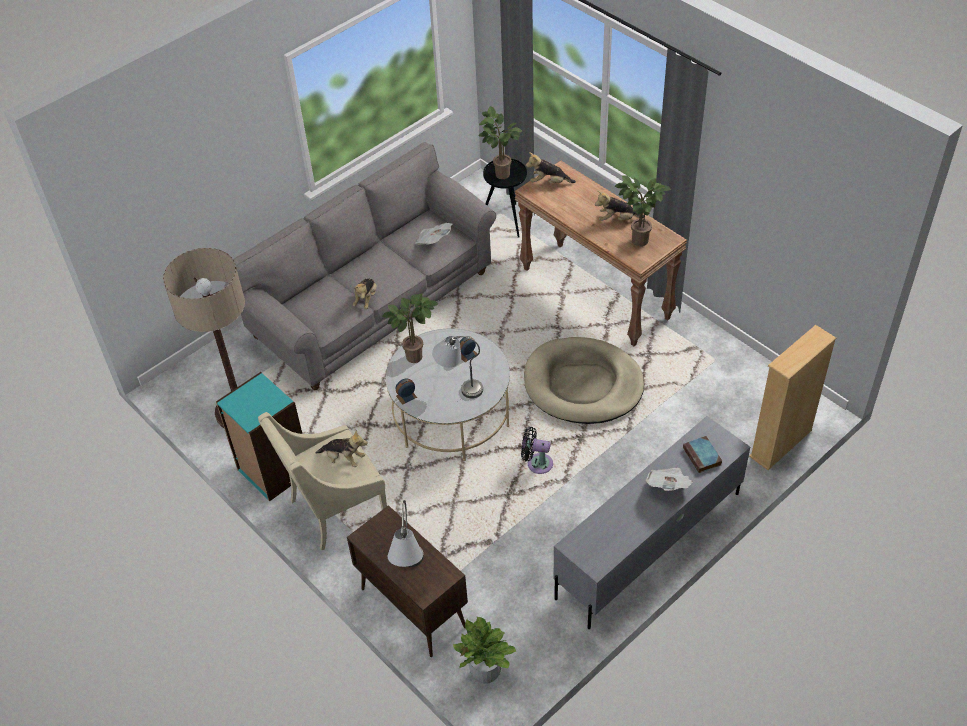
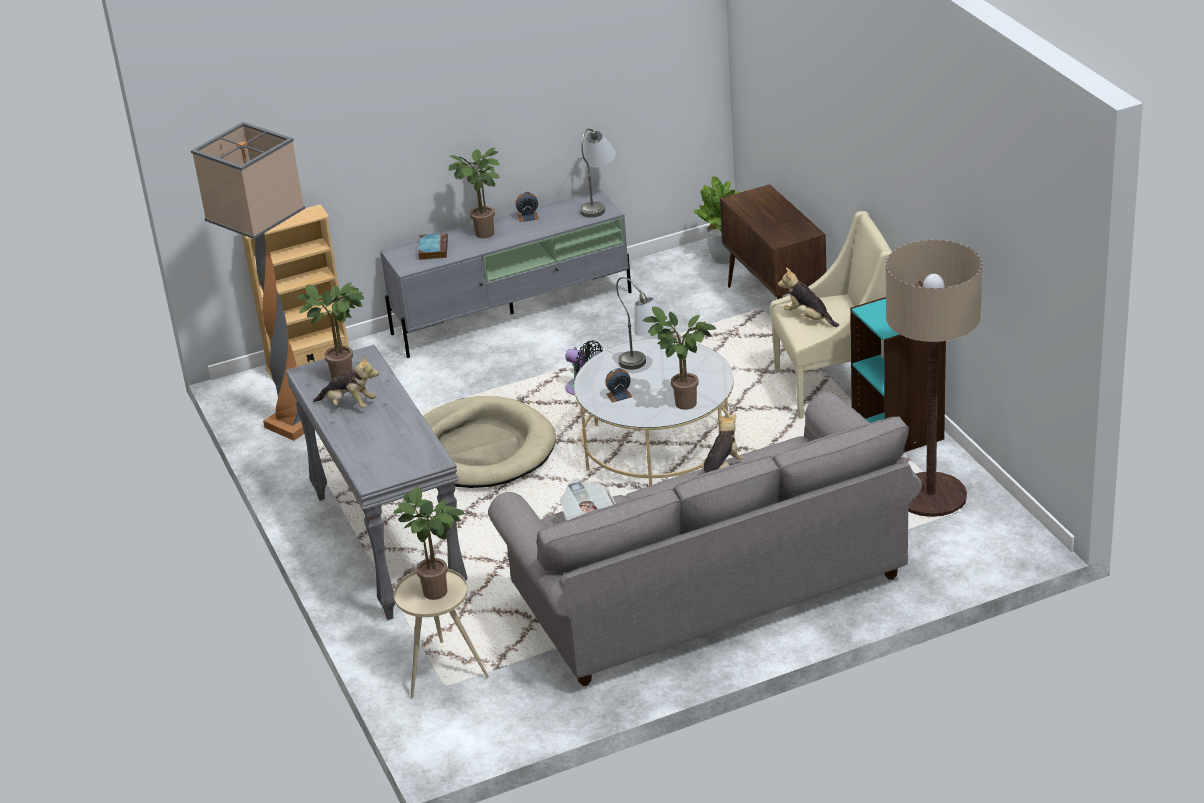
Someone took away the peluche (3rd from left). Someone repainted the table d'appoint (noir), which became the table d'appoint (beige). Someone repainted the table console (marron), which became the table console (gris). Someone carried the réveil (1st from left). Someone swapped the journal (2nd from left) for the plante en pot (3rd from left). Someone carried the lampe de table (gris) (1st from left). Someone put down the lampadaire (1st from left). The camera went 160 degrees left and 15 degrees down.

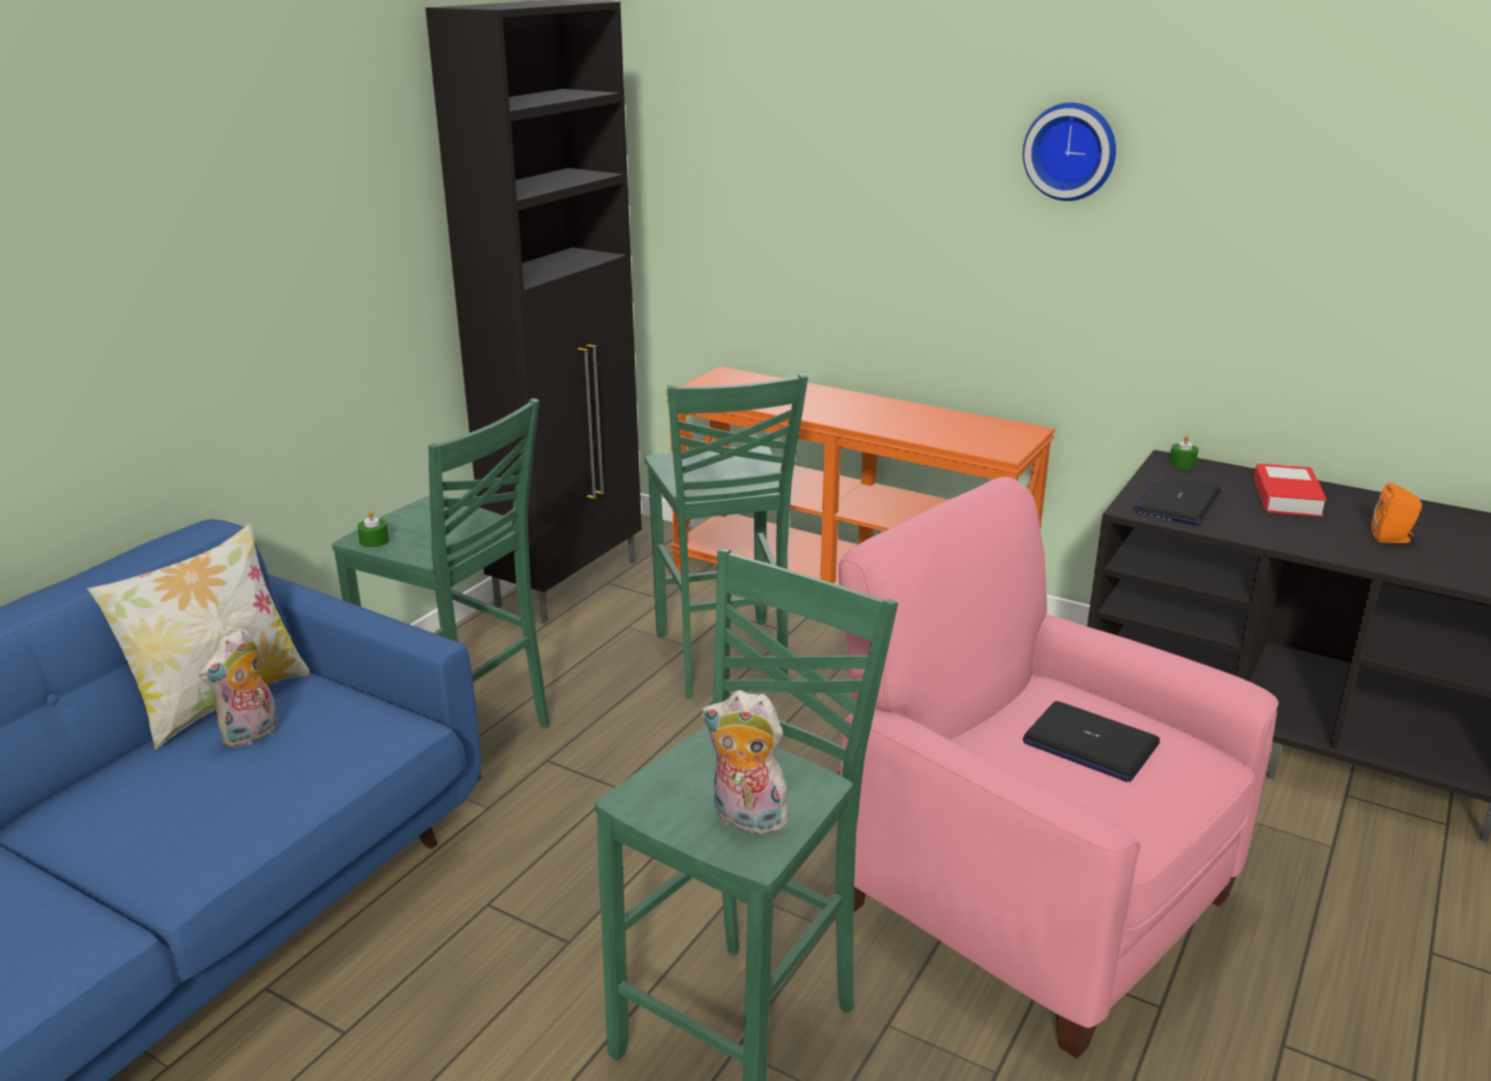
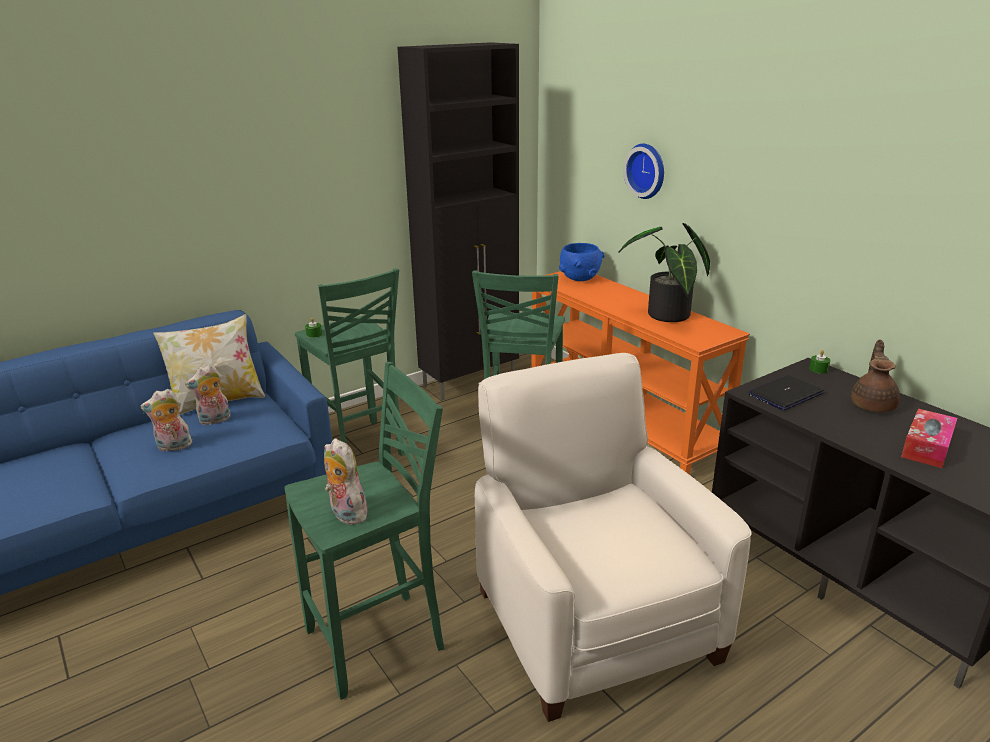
Someone carried the horloge murale. Someone swapped the livre for the théière (marron). Someone repainted the fauteuil (rose), which became the fauteuil (blanc). Someone swapped the enceinte (orange) for the boîte à mouchoirs. Someone took away the ordinateur portable (1st from left). Someone put down the plante en pot. Someone put down the bol (bleu). Someone put down the peluche (1st from left). The camera went 25 degrees right and 0 degrees up.

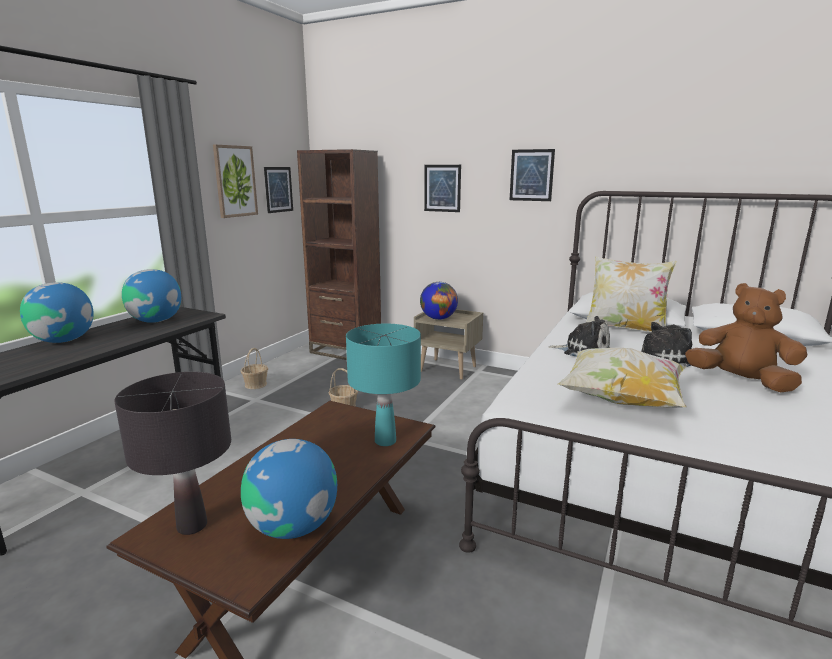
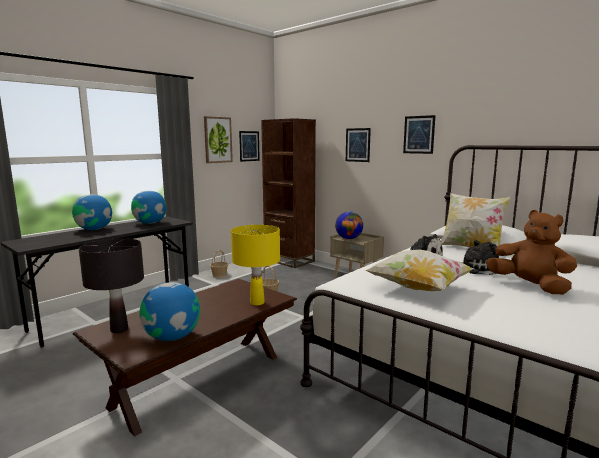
Someone repainted the lampe de table (turquoise), which became the lampe de table (jaune). The camera went 15 degrees right and 5 degrees down.

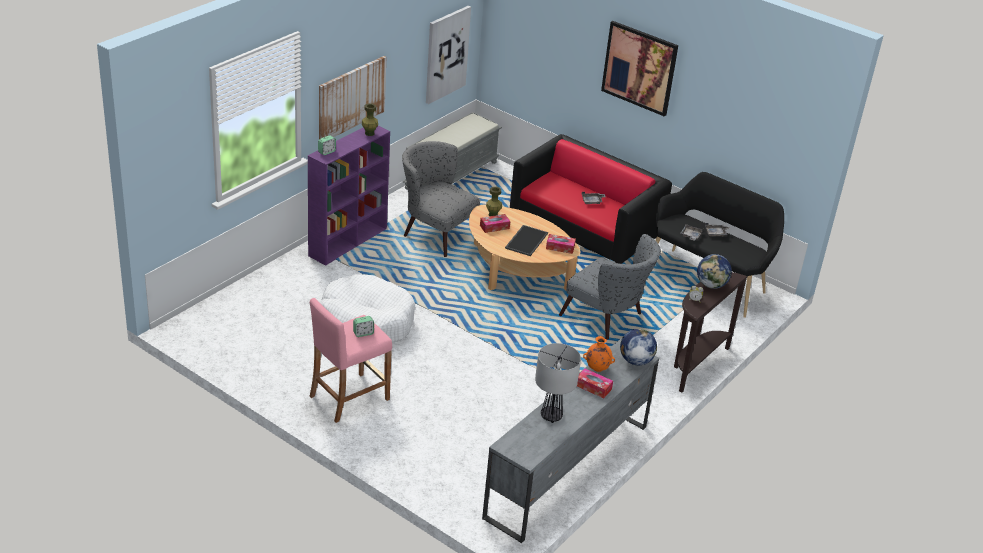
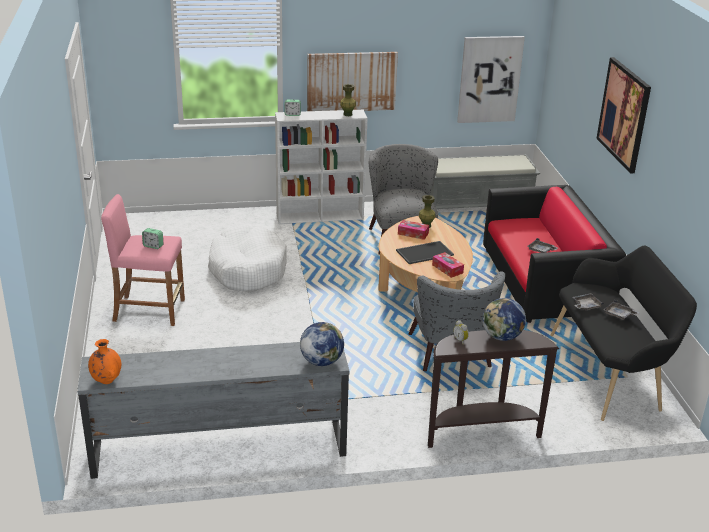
Someone repainted the bibliothèque (violet), which became the bibliothèque (blanc). Someone carried the vase (orange). Someone took away the lampe de table. Someone took away the boîte à mouchoirs (3rd from left). The camera went 45 degrees right and 5 degrees down.

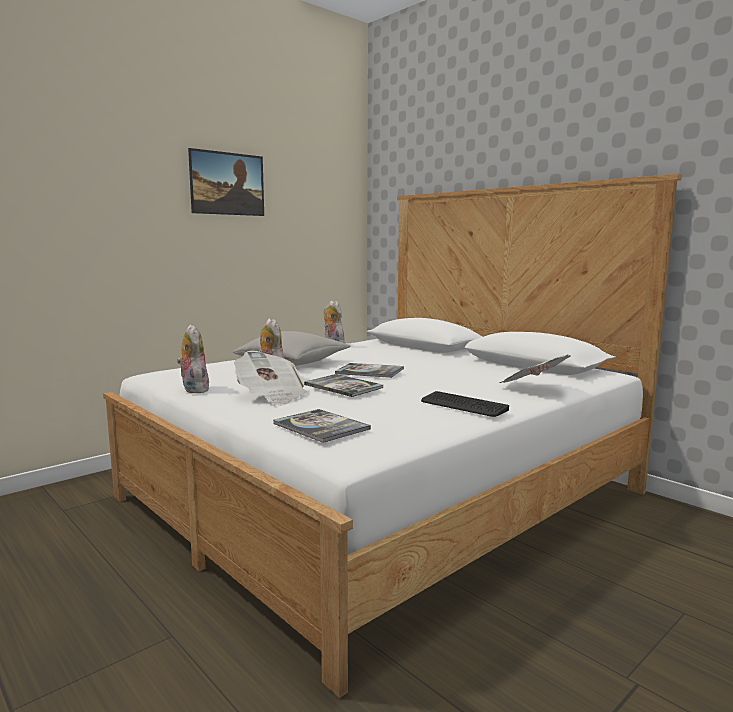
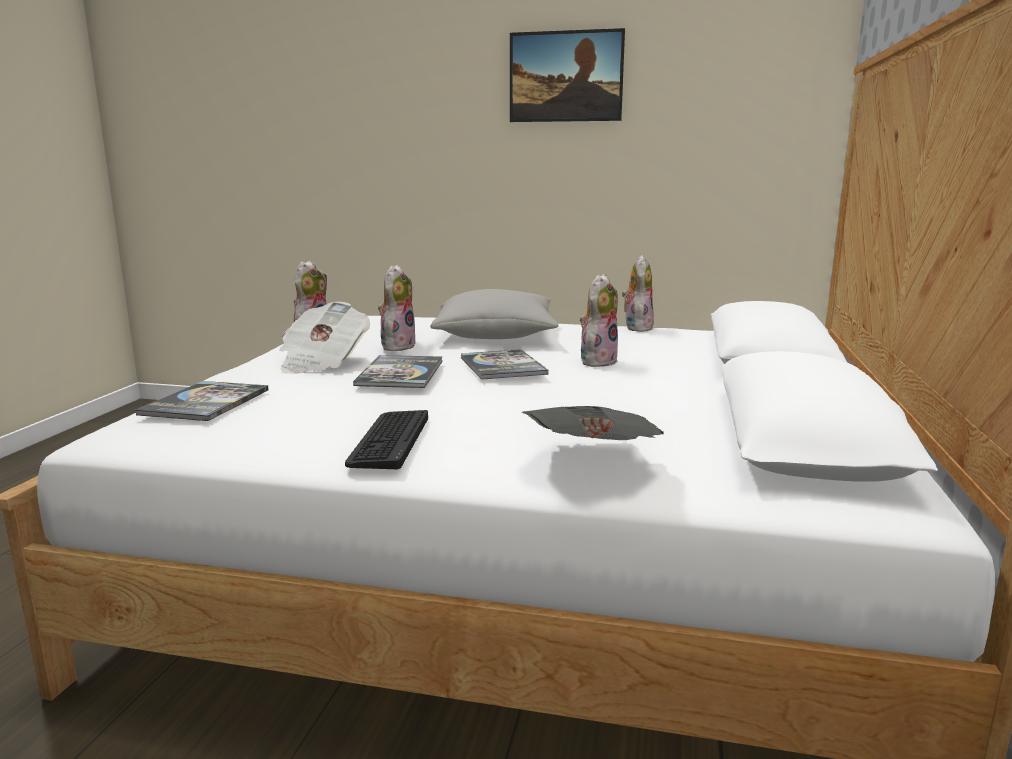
Someone put down the peluche (3rd from left). The camera went 55 degrees right and 5 degrees up.

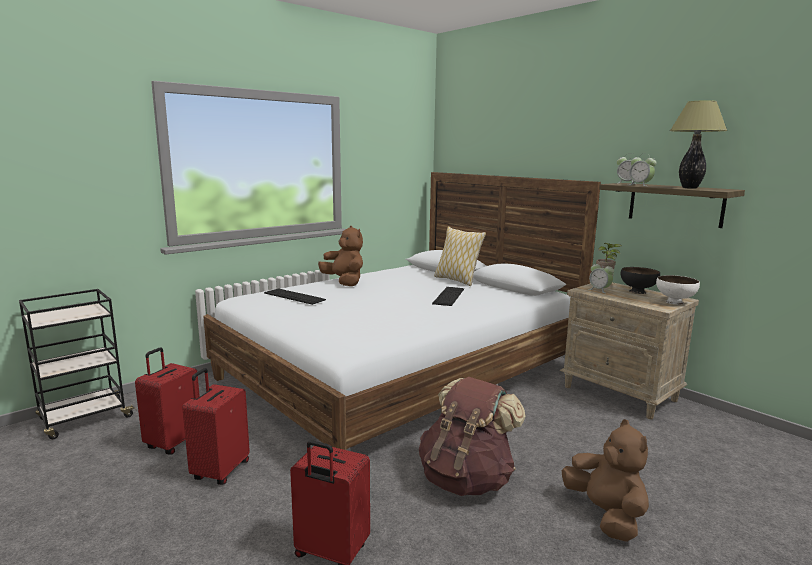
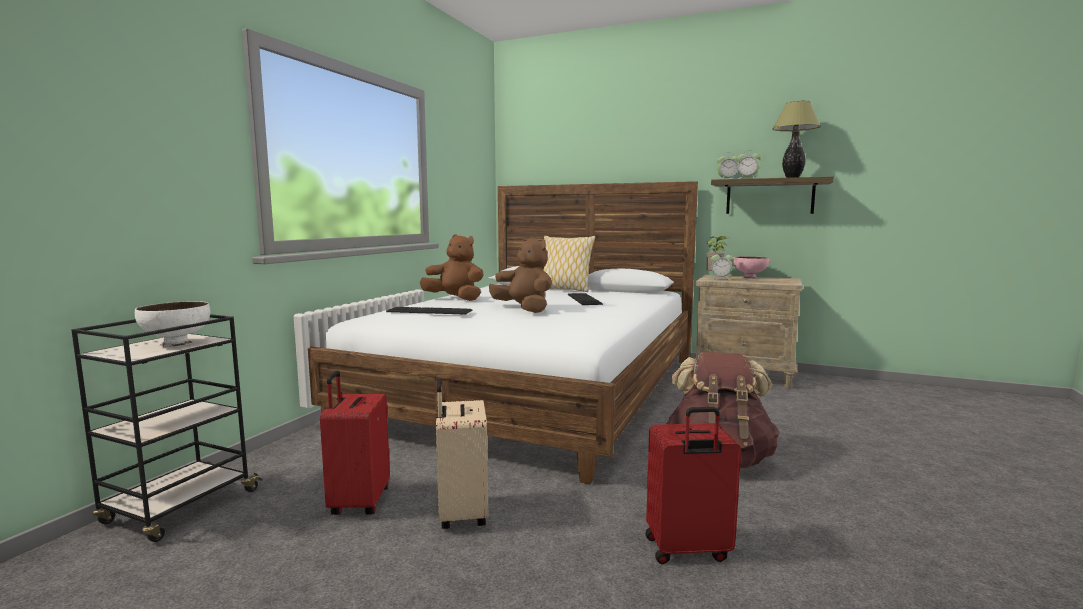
Someone repainted the bol (noir), which became the bol (rose). Someone carried the bol (blanc). Someone repainted the valise (rouge) (2nd from left), which became the valise (beige). Someone carried the peluche (marron) (2nd from left). The camera went 25 degrees left and 5 degrees down.

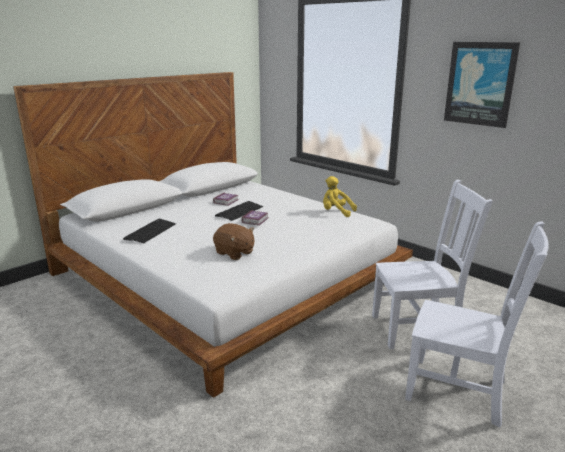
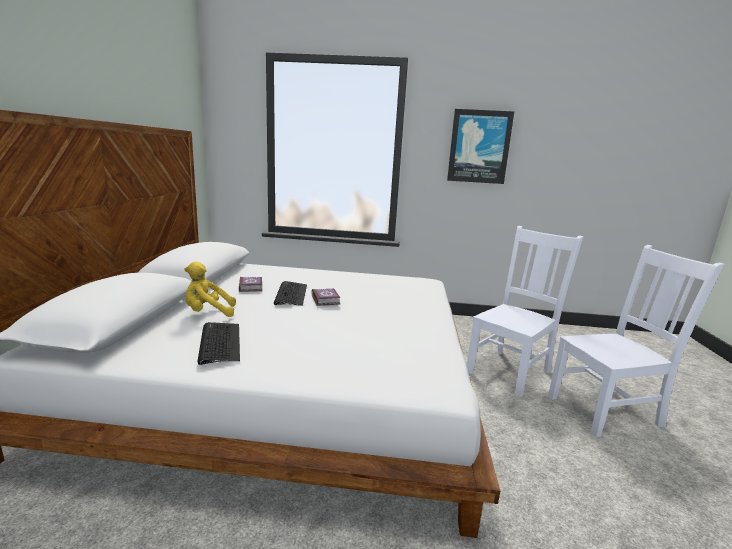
Someone carried the peluche (jaune). Someone took away the peluche (marron). The camera went 40 degrees left and 5 degrees down.

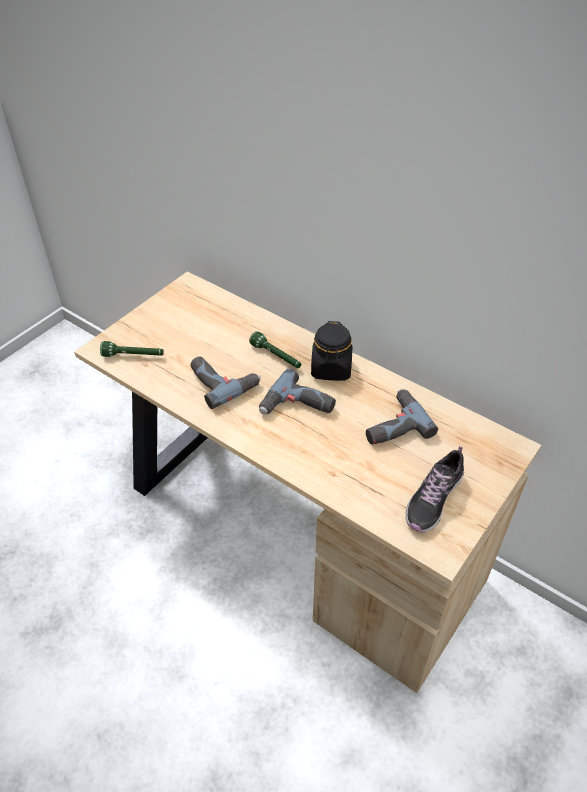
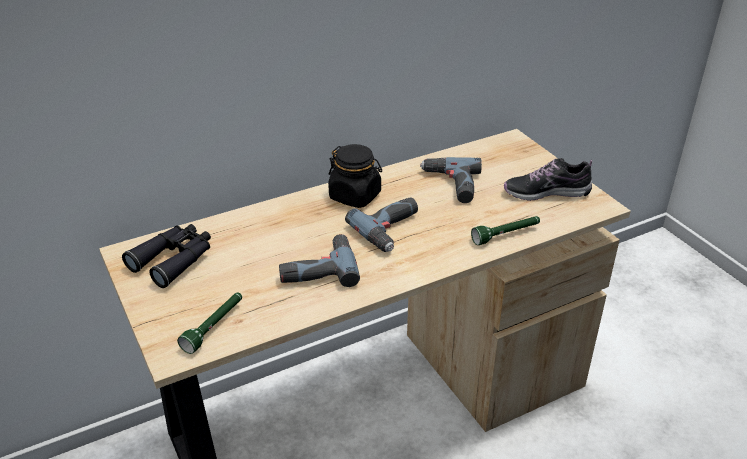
Someone carried the lampe de poche (vert) (2nd from left). Someone rotated the chaussure by 120 degrees clockwise. Someone put down the jumelles (noir). The camera went 65 degrees left and 10 degrees down.

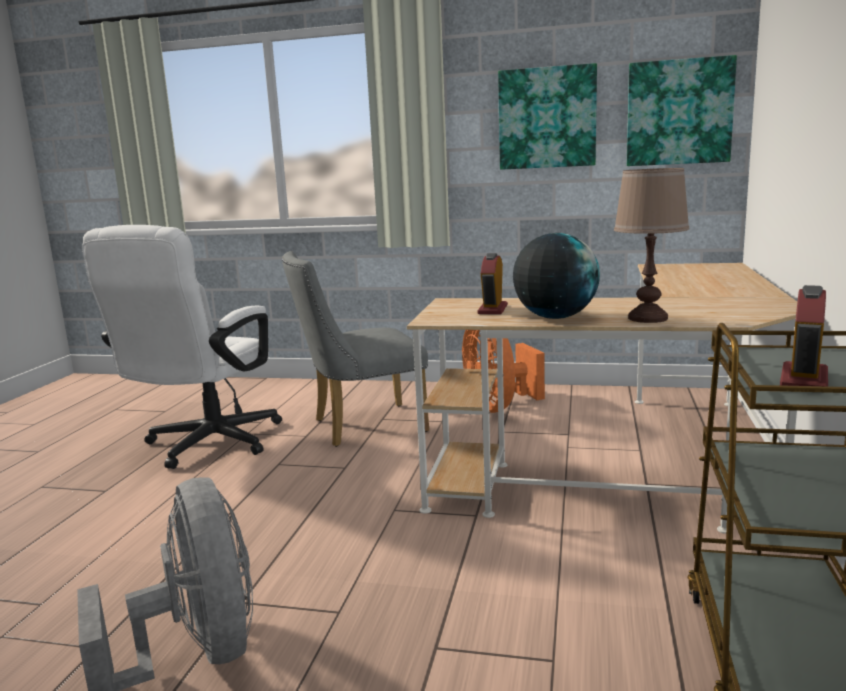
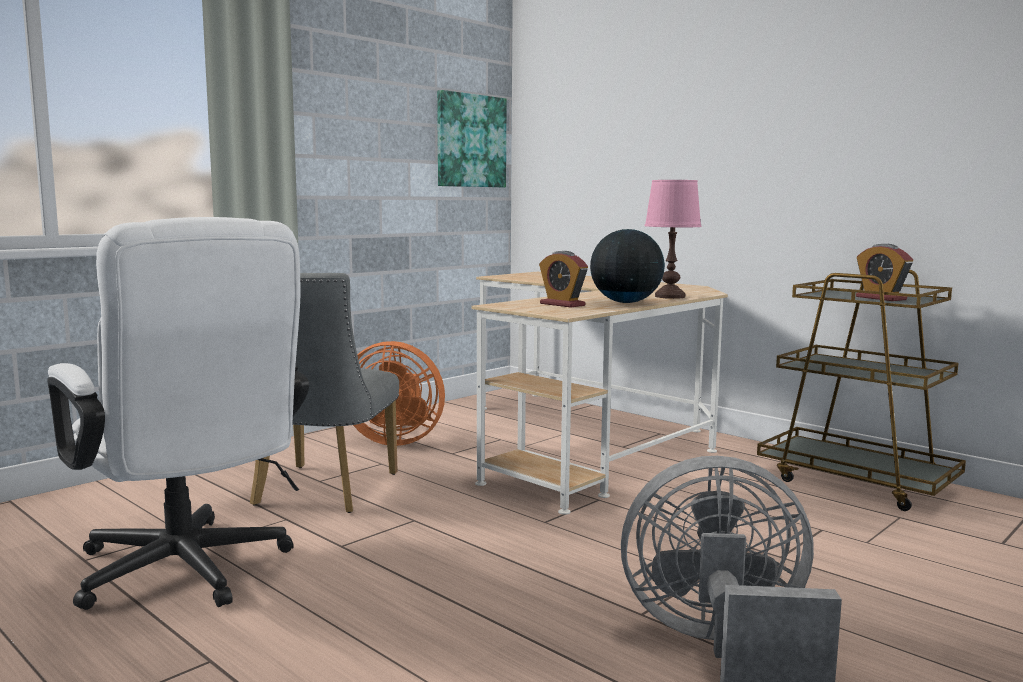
Someone took away the tableau (1st from left). Someone repainted the lampe de table (marron), which became the lampe de table (rose). The camera went 60 degrees left and 5 degrees down.

